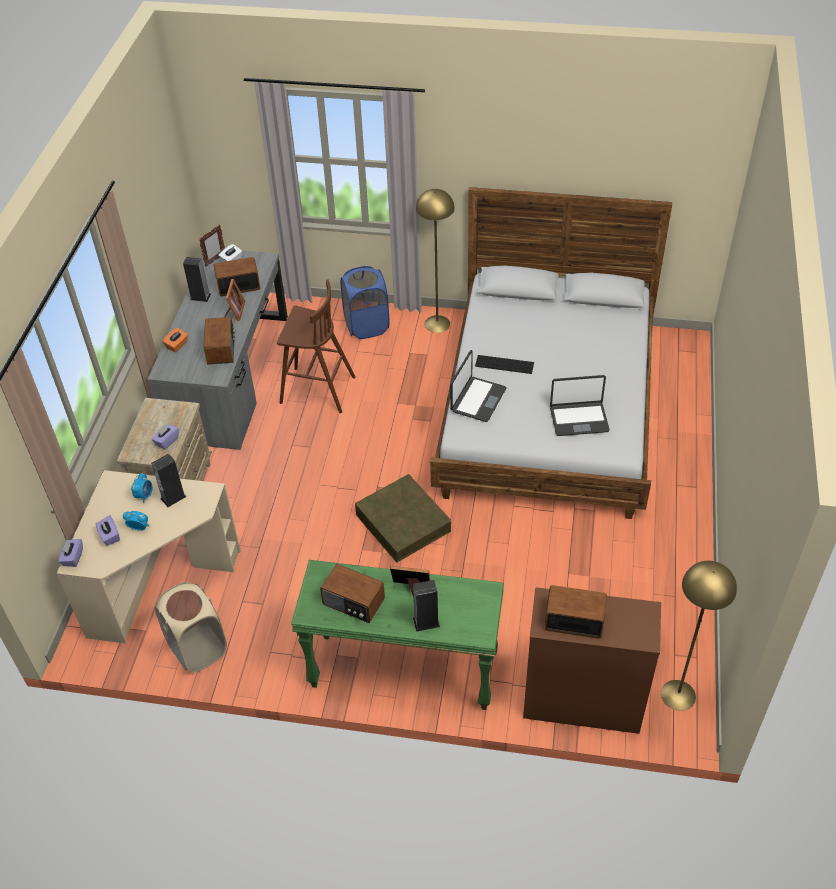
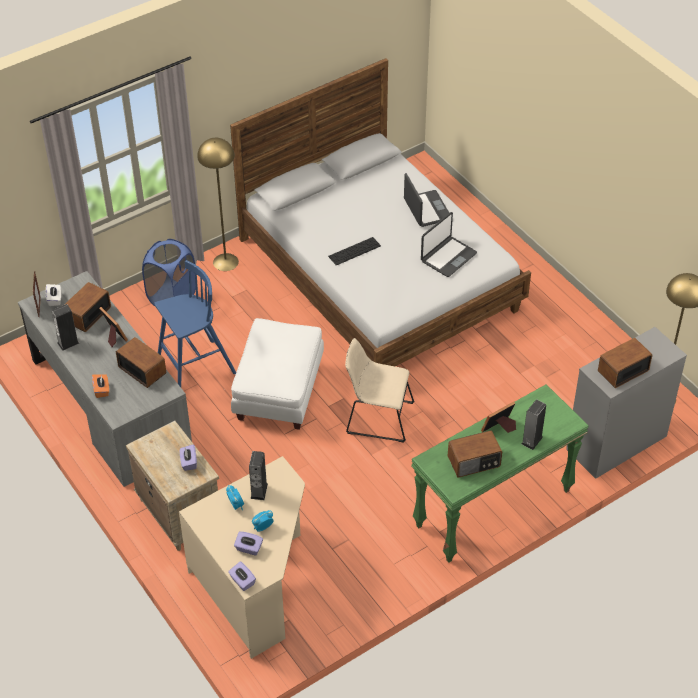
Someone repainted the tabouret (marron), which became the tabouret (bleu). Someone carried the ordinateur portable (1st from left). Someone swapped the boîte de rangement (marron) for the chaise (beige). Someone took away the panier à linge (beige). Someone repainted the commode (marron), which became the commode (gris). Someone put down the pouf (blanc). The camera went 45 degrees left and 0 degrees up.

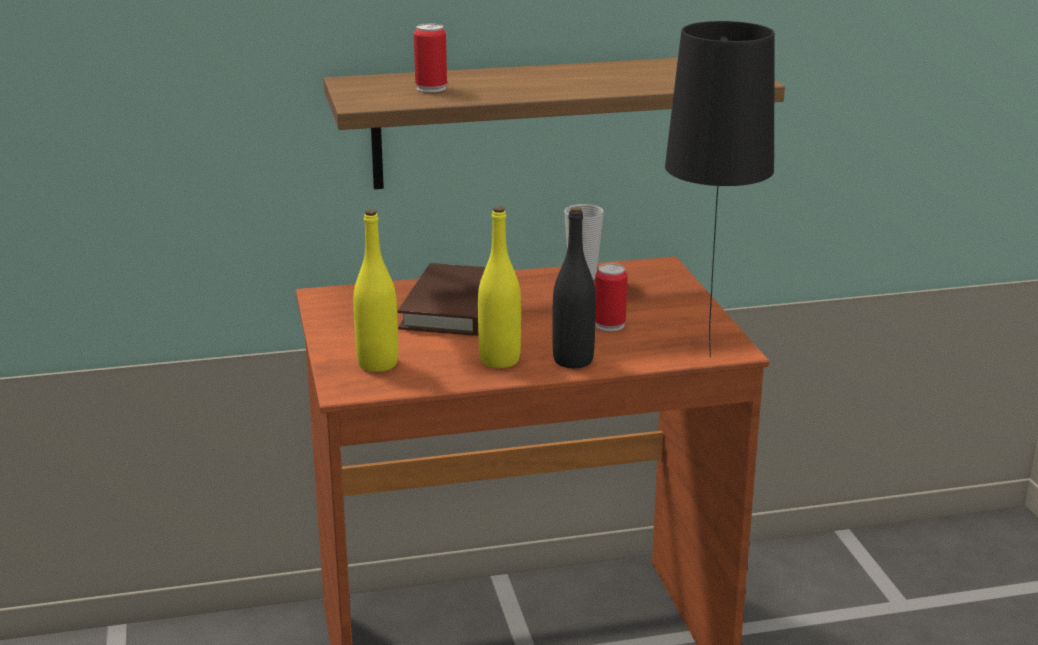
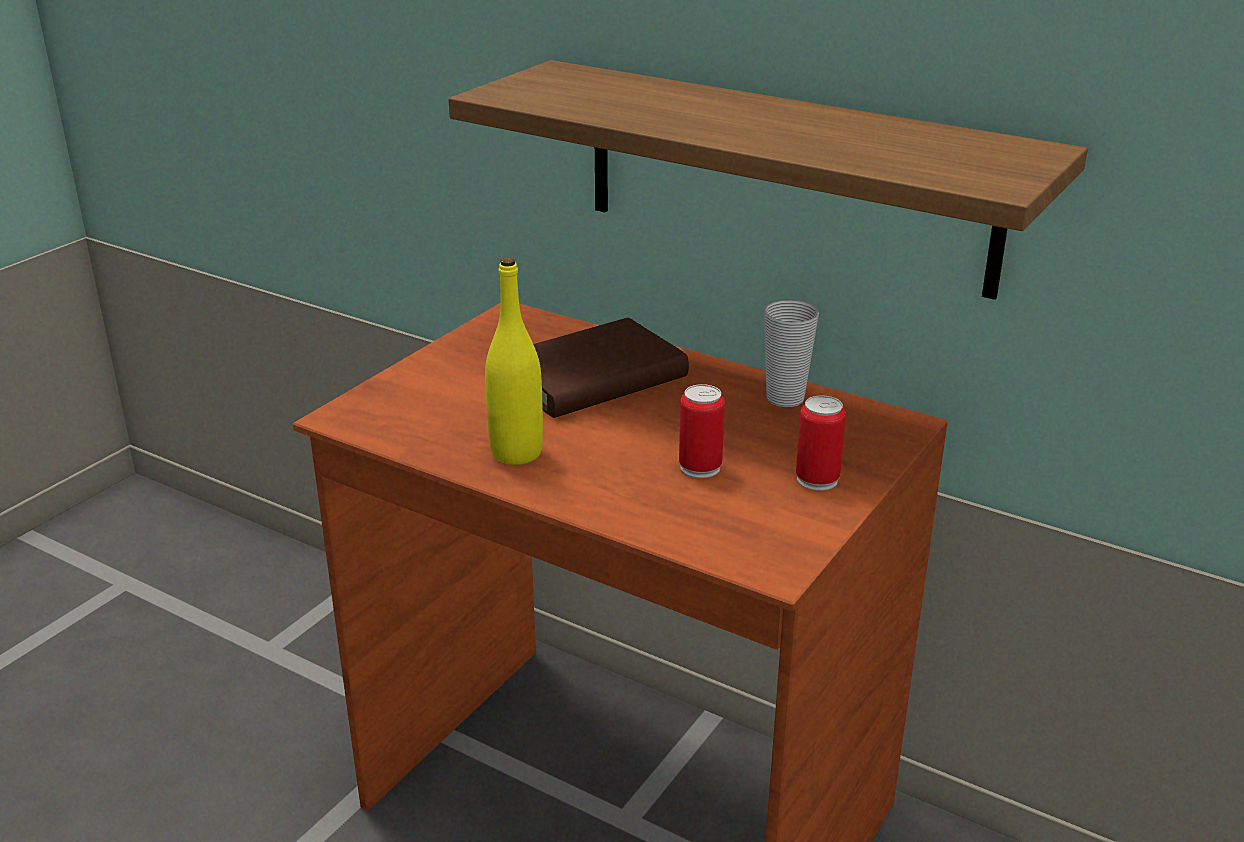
Someone took away the lampe de table (noir). Someone carried the boîte métallique (1st from left in the first image). Someone took away the bouteille (noir). Someone took away the bouteille (jaune) (1st from left). The camera went 45 degrees right and 5 degrees up.

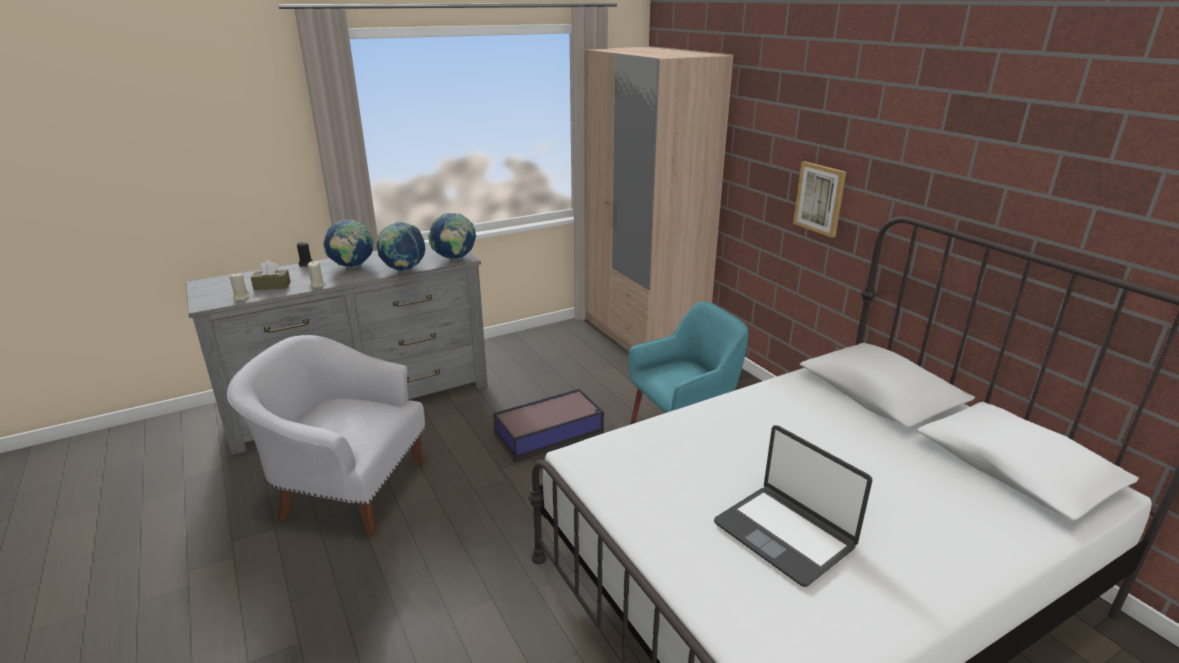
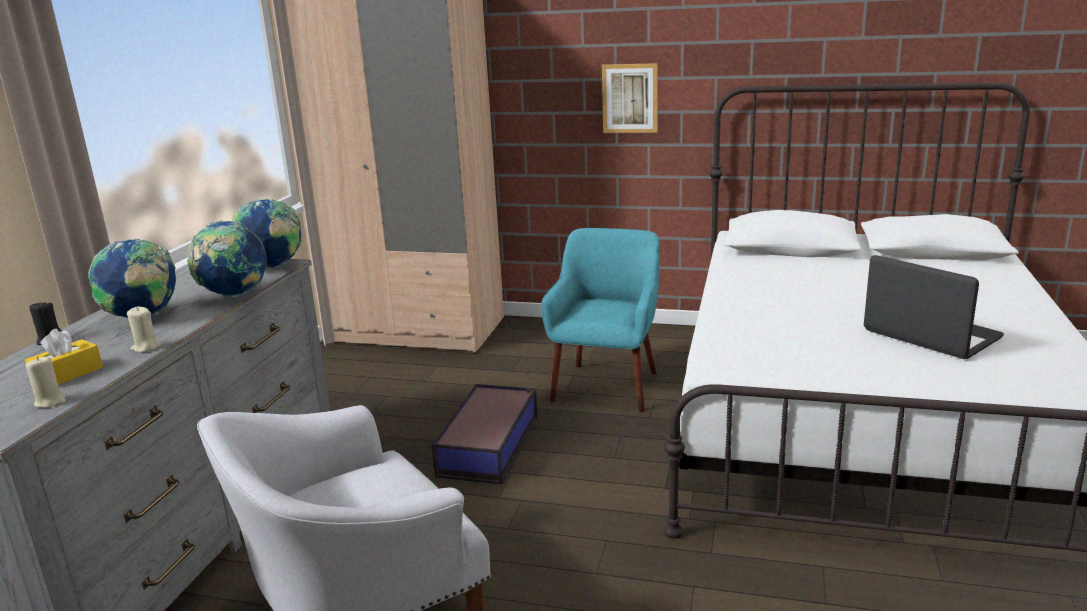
Someone repainted the boîte à mouchoirs (marron), which became the boîte à mouchoirs (jaune). Someone rotated the ordinateur portable by 135 degrees counterclockwise. The camera went 45 degrees left and 5 degrees down.

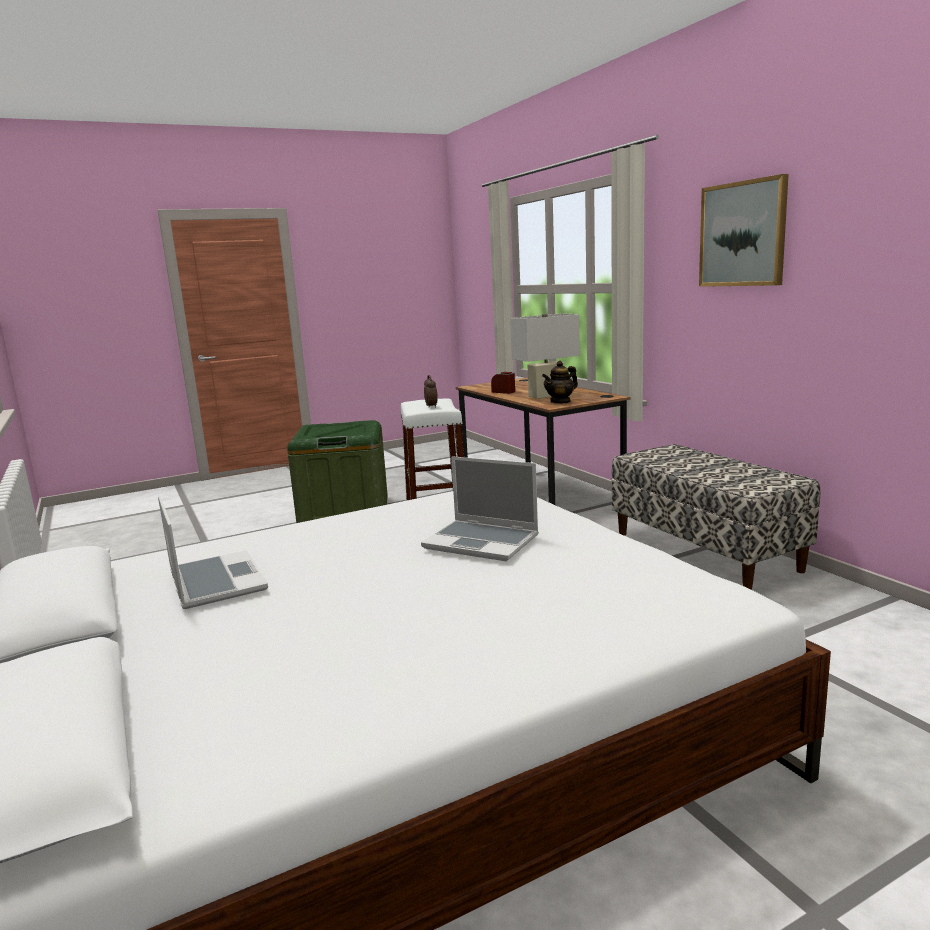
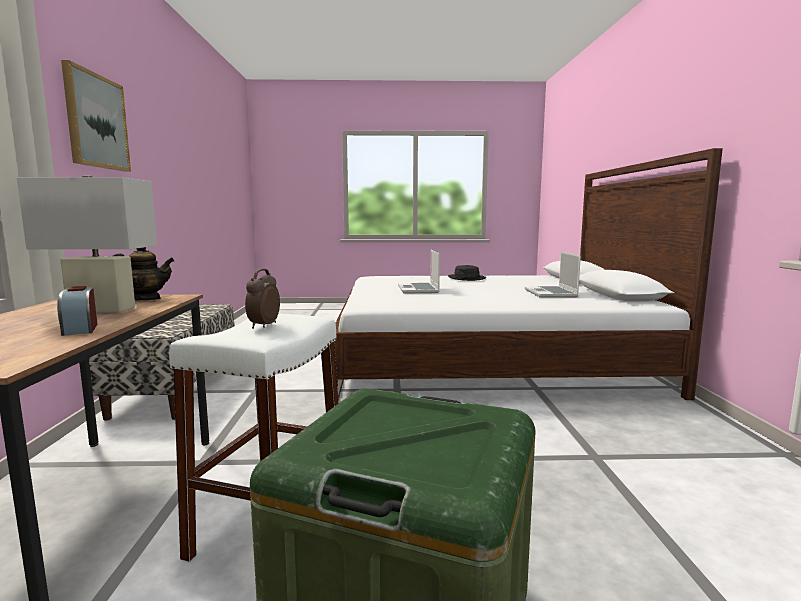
Someone rotated the ordinateur portable (2nd from left in the first image) by 150 degrees counterclockwise. Someone put down the chapeau (noir). The camera went 155 degrees left and 5 degrees down.

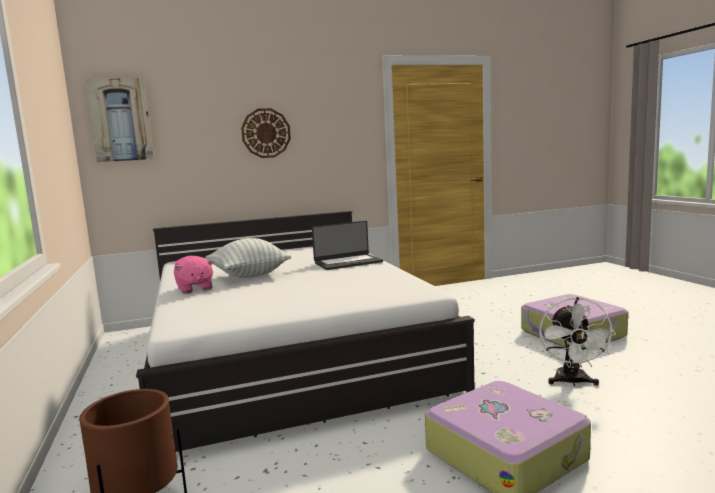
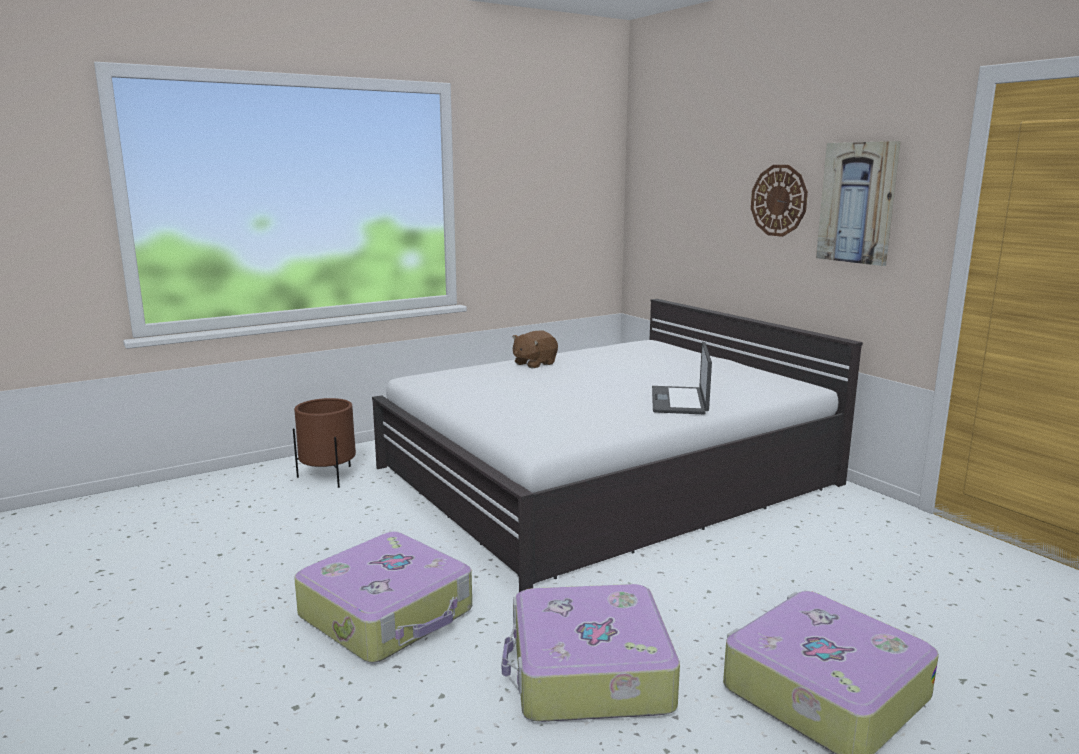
Someone carried the tableau. Someone rotated the ordinateur portable by 45 degrees clockwise. Someone took away the coussin. Someone repainted the peluche (rose), which became the peluche (marron). Someone swapped the ventilateur (blanc) for the valise (2nd from left). The camera went 75 degrees right and 5 degrees up.

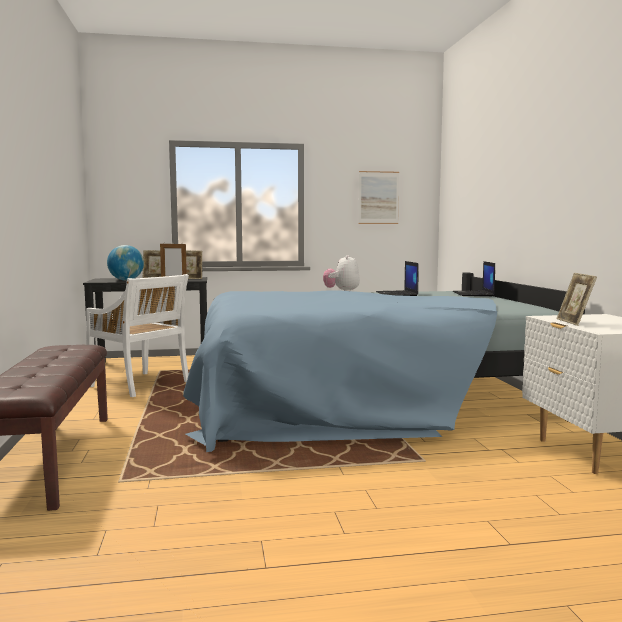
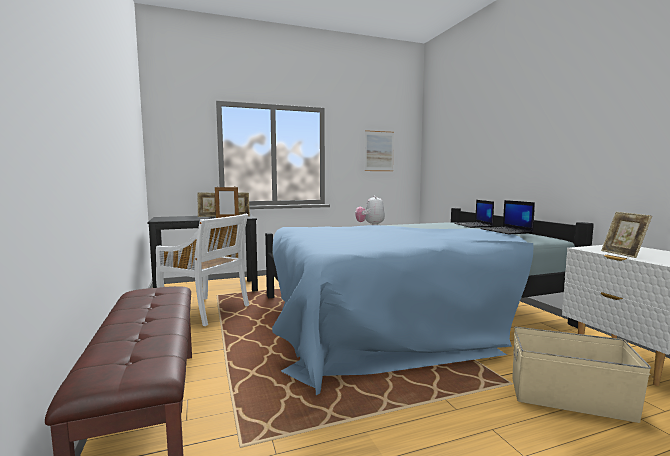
Someone took away the globe. Someone carried the ordinateur portable (1st from left in the first image). Someone put down the boîte de rangement (beige). The camera went 10 degrees left and 0 degrees up.

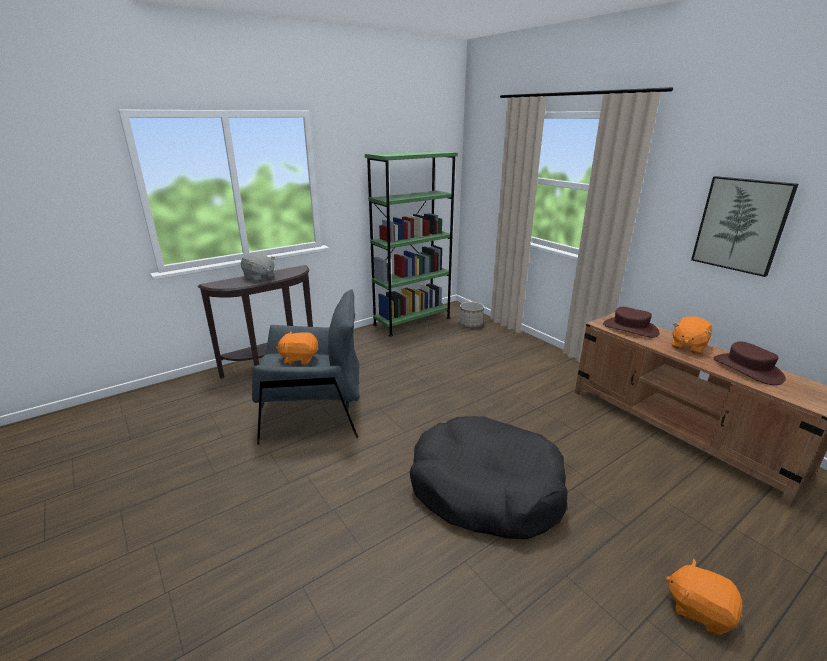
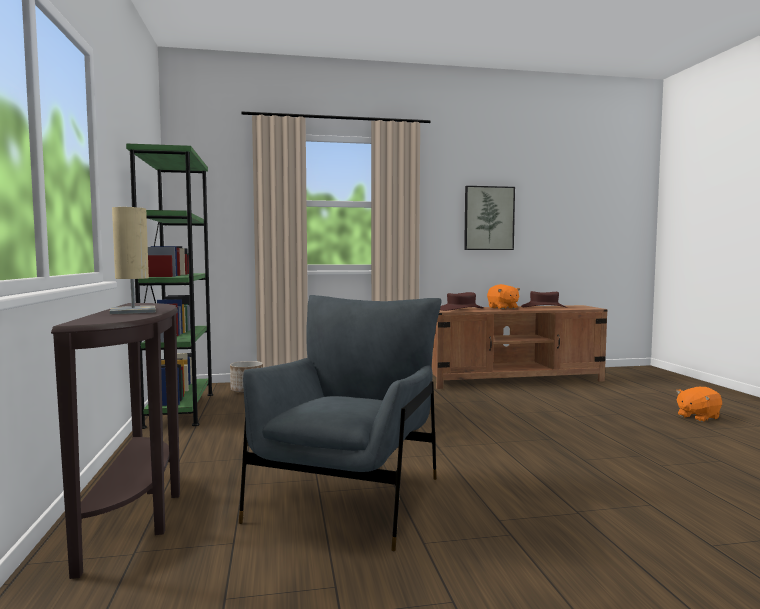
Someone swapped the peluche (gris) for the lampe de table (beige). Someone took away the peluche (orange) (1st from left). Someone took away the panier pour chien (noir). The camera went 65 degrees left and 20 degrees down.

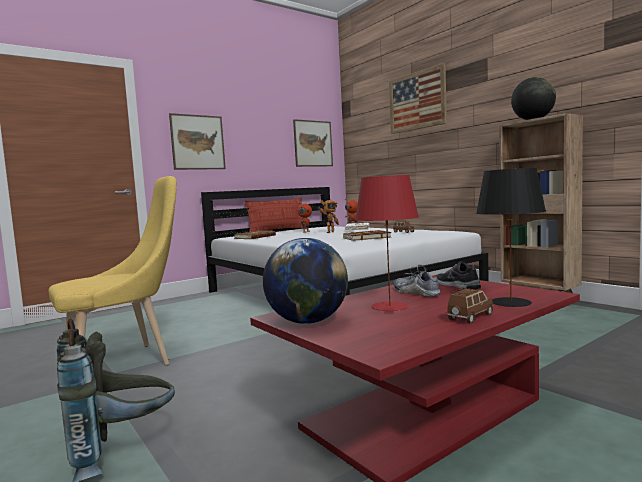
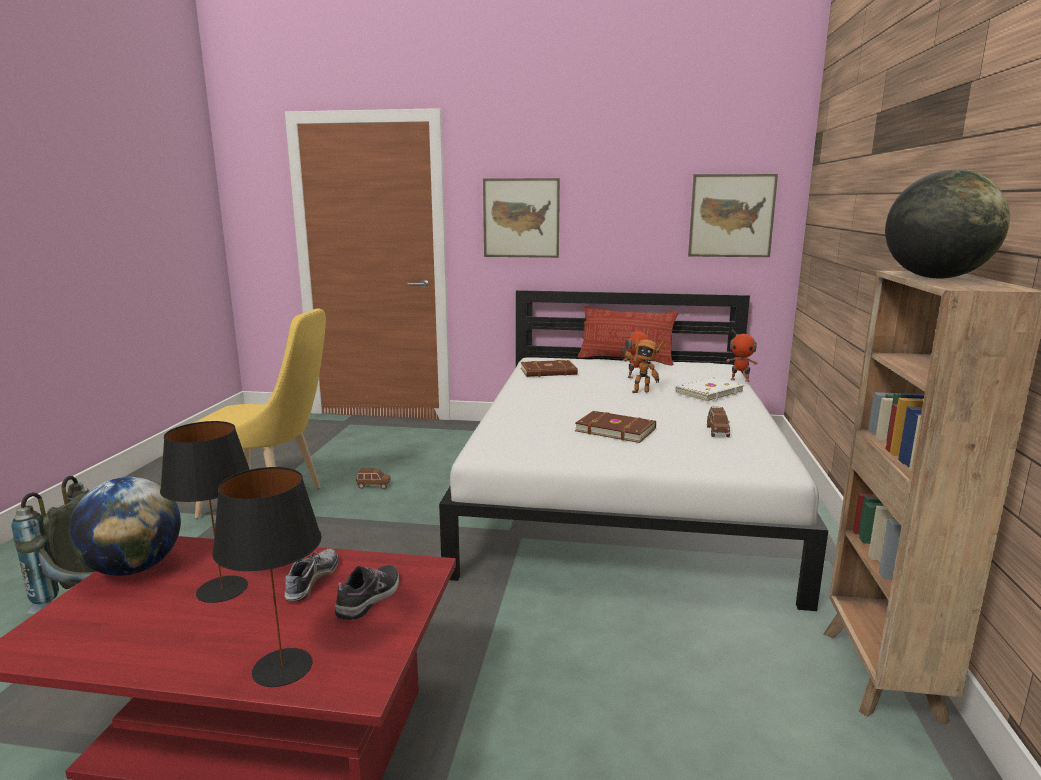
Someone took away the tableau (3rd from left). Someone repainted the lampe de table (rouge), which became the lampe de table (noir) (1st from left). Someone carried the petite voiture (marron) (2nd from left in the first image). The camera went 45 degrees right and 10 degrees up.

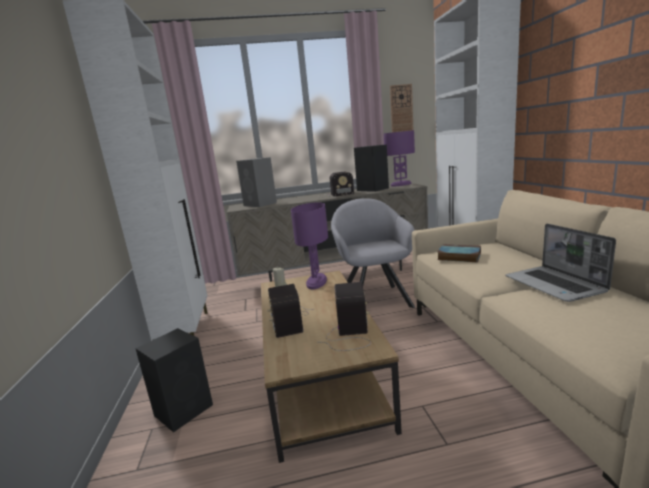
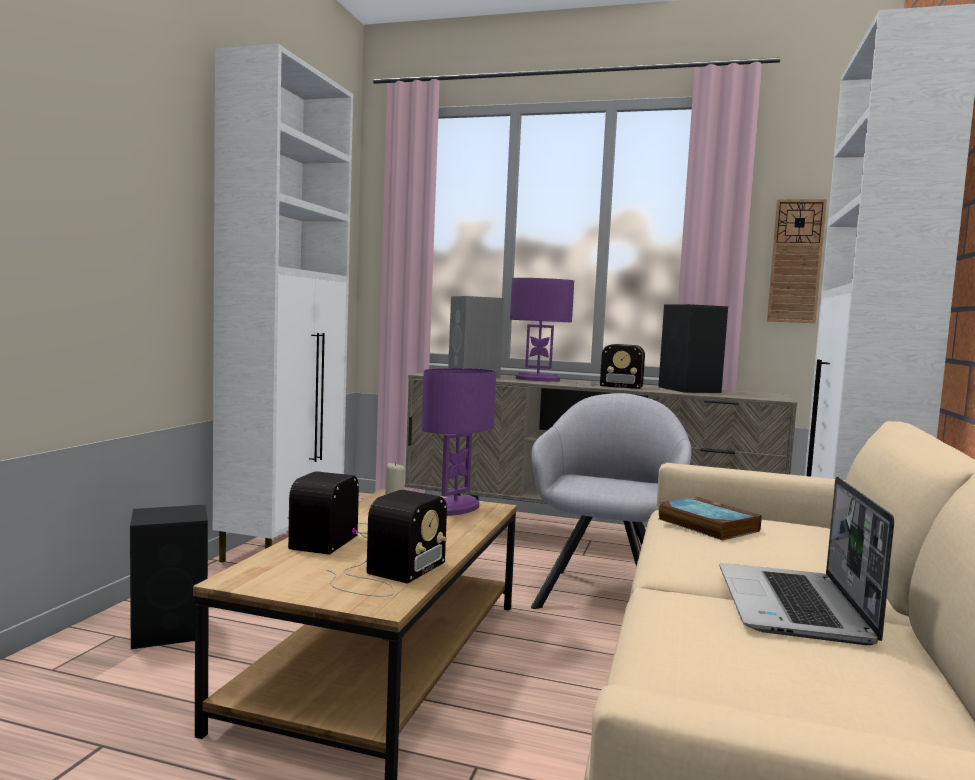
Someone carried the lampe de table (violet) (2nd from left). The camera went 25 degrees right and 10 degrees down.

